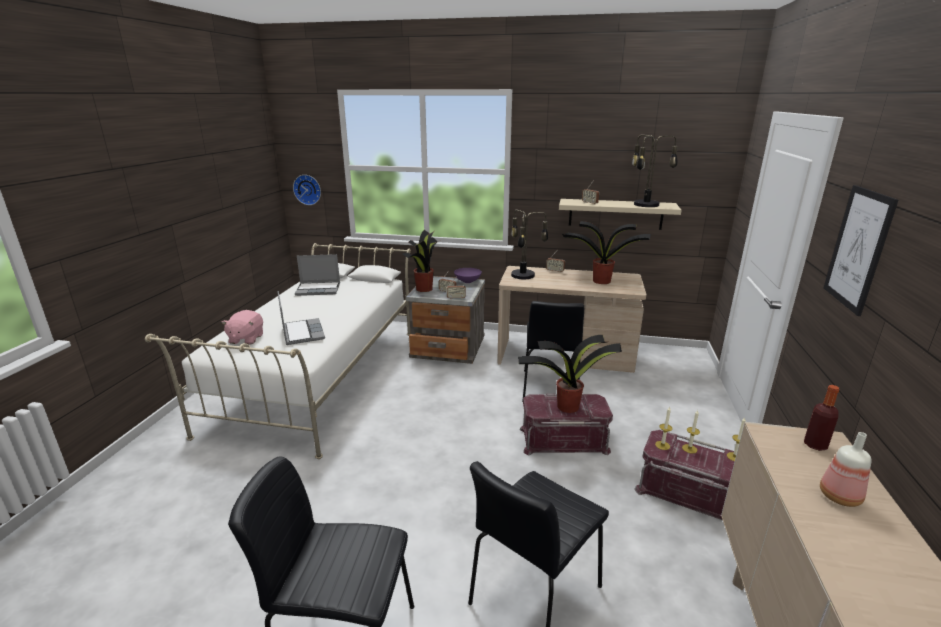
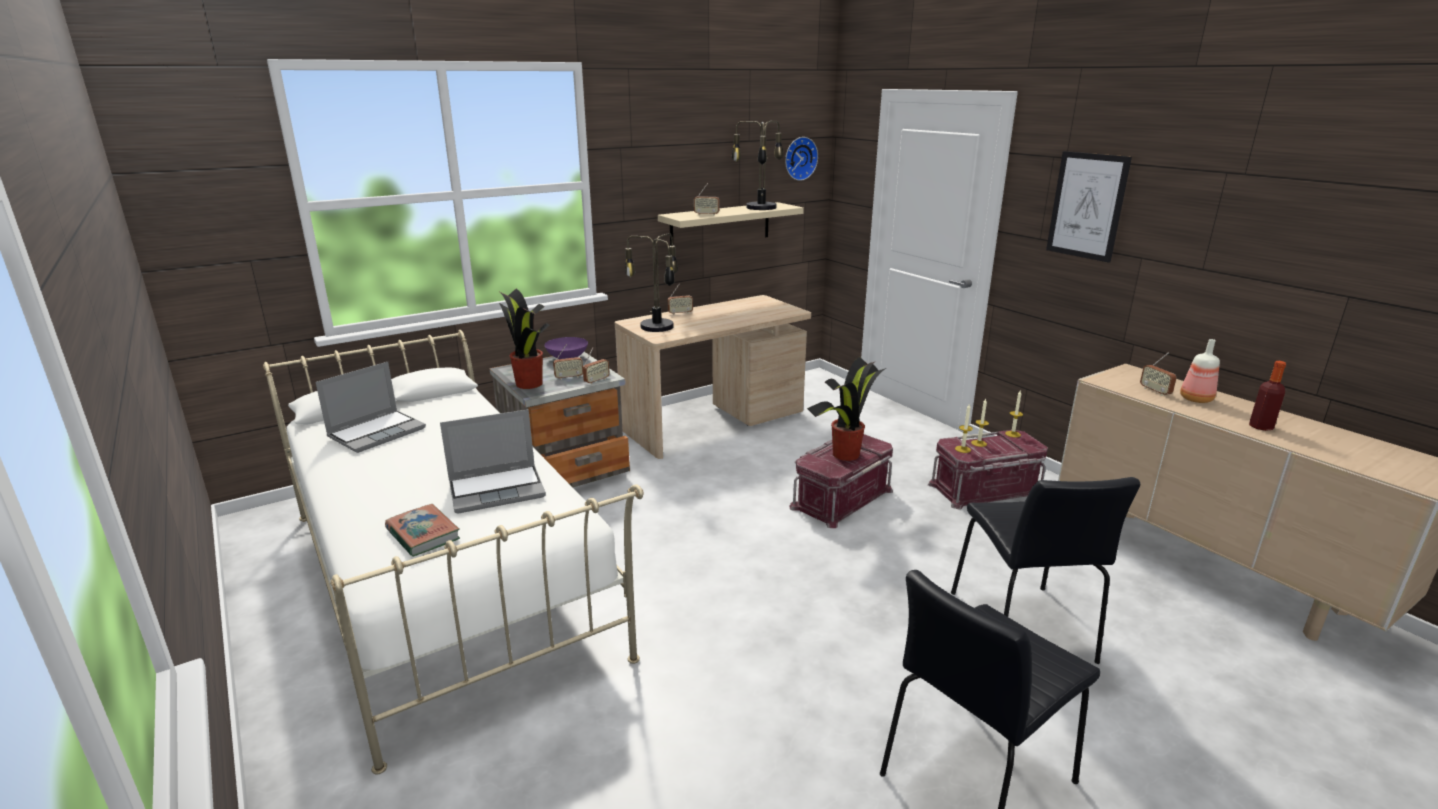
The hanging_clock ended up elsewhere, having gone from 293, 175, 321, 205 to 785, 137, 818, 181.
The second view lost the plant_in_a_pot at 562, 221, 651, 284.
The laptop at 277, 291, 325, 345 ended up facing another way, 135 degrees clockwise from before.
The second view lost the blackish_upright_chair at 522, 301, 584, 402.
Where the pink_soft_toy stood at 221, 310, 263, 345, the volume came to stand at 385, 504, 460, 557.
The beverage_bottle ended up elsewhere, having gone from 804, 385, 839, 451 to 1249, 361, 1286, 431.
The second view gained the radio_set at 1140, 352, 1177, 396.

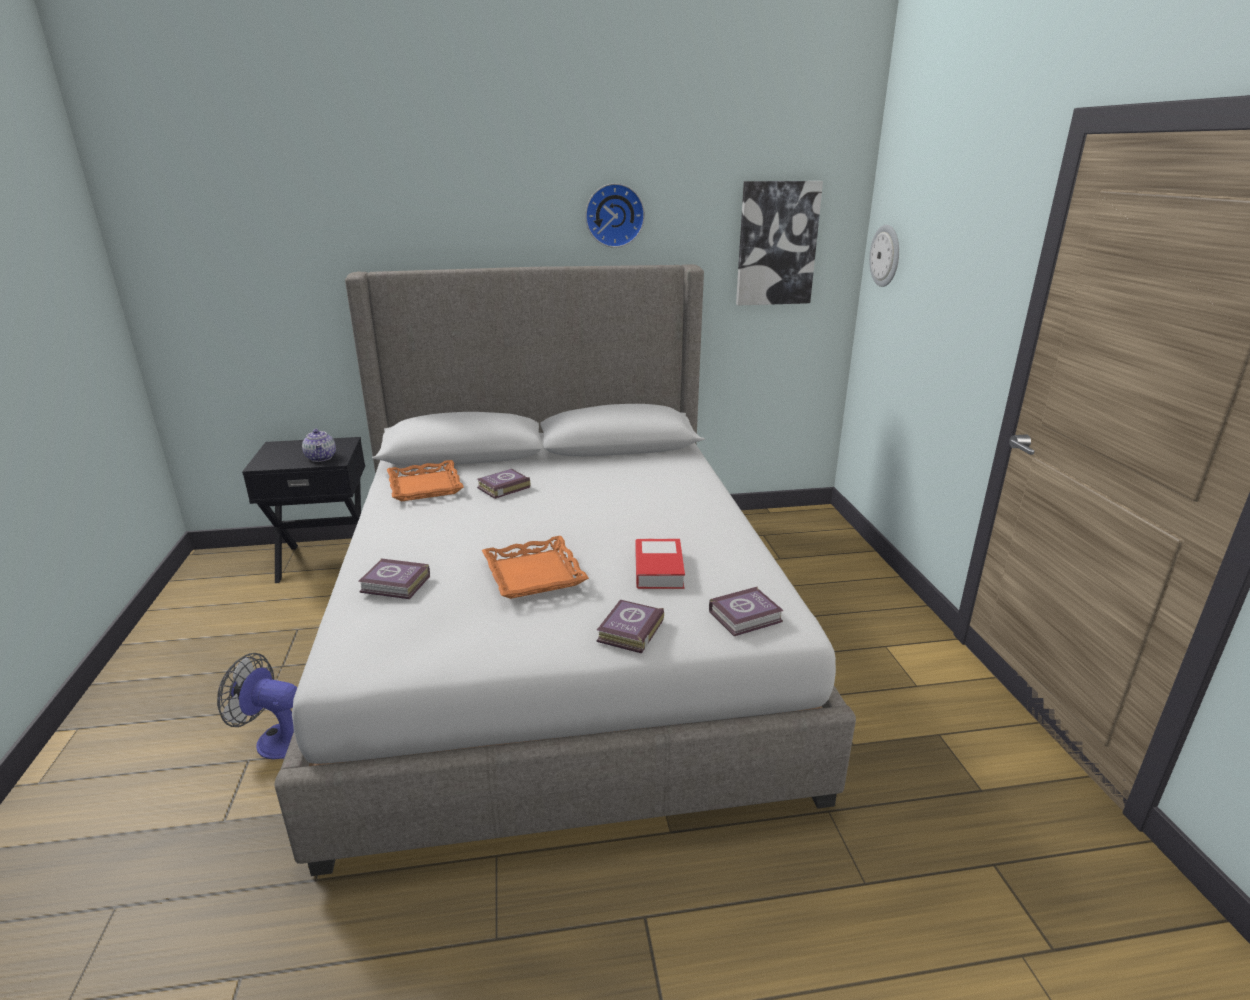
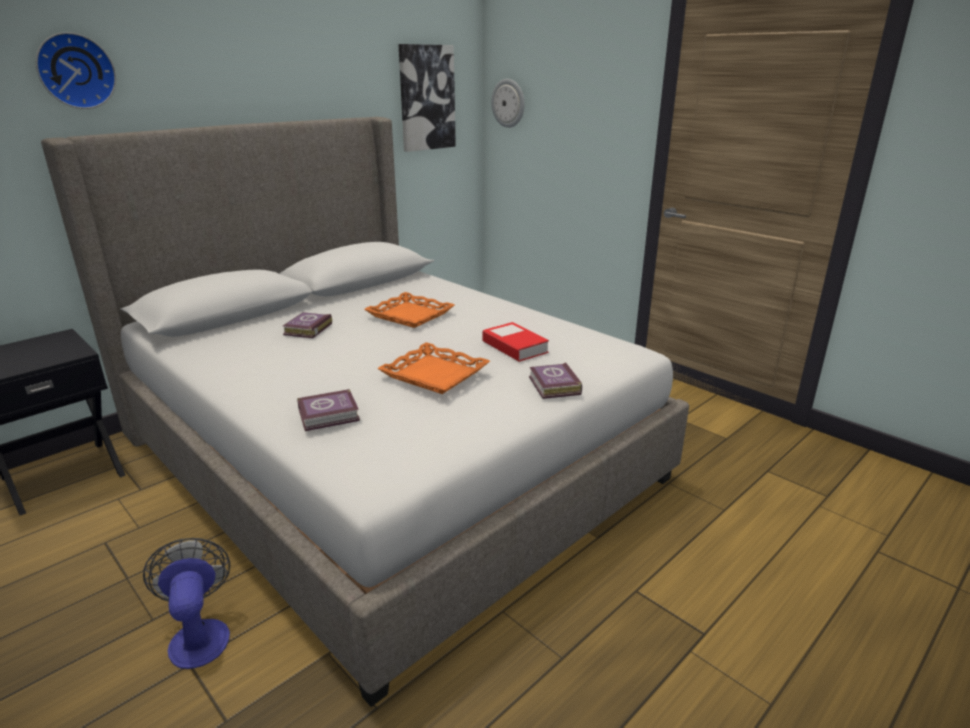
The hanging_clock ended up elsewhere, having gone from 585, 183, 645, 248 to 36, 32, 116, 109.
The second view lost the pot_for_tea at 302, 429, 336, 462.
The orange_tray ended up elsewhere, having gone from 387, 460, 463, 502 to 364, 292, 454, 328.
The second view lost the volume at 709, 587, 784, 636.
The electric_fan at 217, 653, 297, 759 ended up facing another way, 90 degrees clockwise from before.

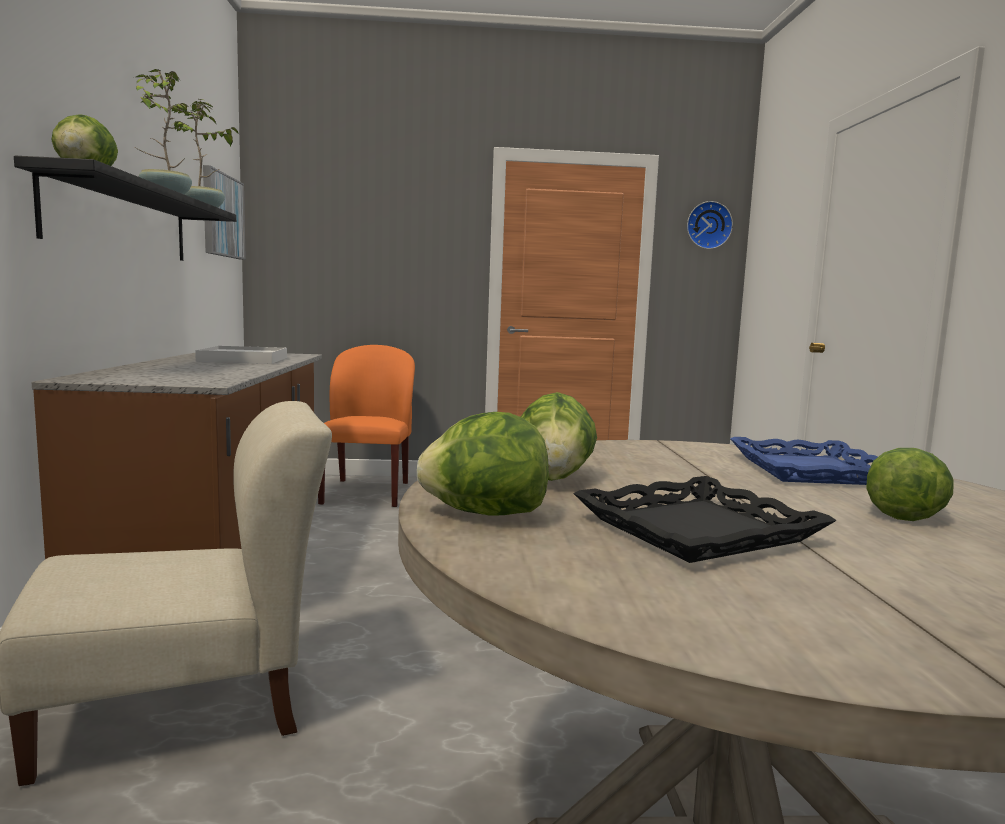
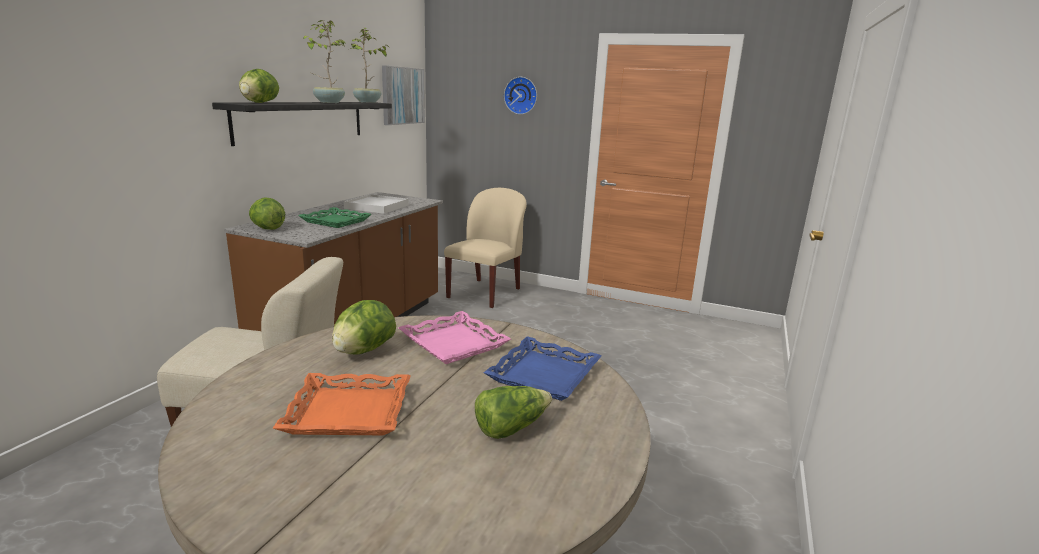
The hanging_clock ended up elsewhere, having gone from 687, 201, 733, 249 to 504, 77, 537, 115.
What was the orange_upright_chair at 318, 345, 415, 507 turned into the beige-coloured_upright_chair at 444, 188, 527, 308.
The lettuce ended up elsewhere, having gone from 417, 412, 549, 516 to 249, 197, 285, 230.
What was the blackish_tray at 573, 476, 837, 563 turned into the orange_tray at 273, 373, 411, 435.
The second view gained the greenish_tray at 298, 207, 372, 228.
The second view gained the pink_tray at 399, 311, 511, 364.

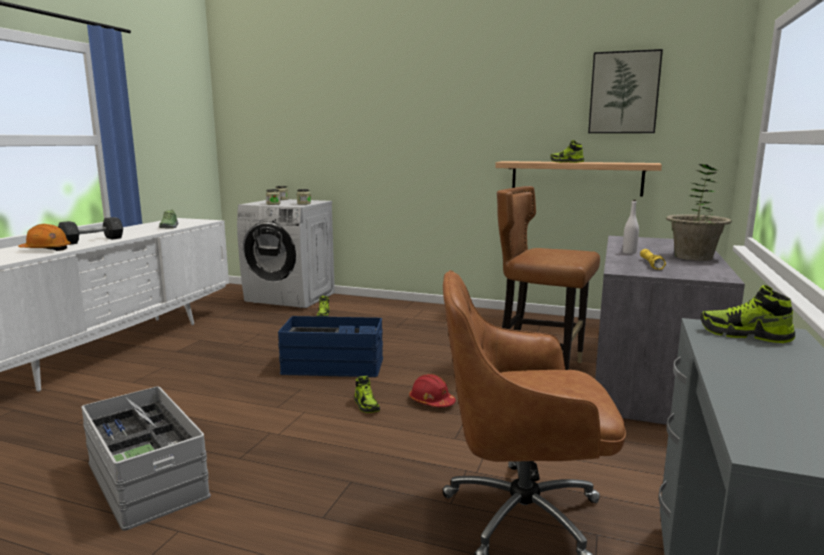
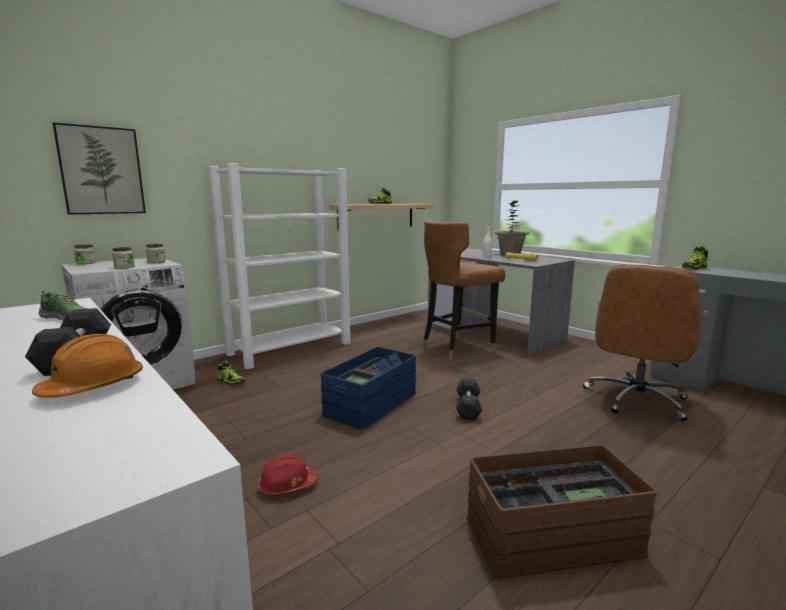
The wall_art ended up elsewhere, having gone from 588, 49, 663, 133 to 53, 122, 146, 215.
The red-coloured_safety_helmet ended up elsewhere, having gone from 409, 374, 456, 407 to 258, 454, 318, 495.
Where the shoe stood at 354, 376, 380, 413, the gray_dumbbell came to stand at 456, 378, 482, 420.
What was the gray_storage_container at 81, 387, 211, 531 turned into the brown_storage_container at 467, 445, 657, 579.
The second view gained the white_shelving_unit at 209, 163, 350, 369.

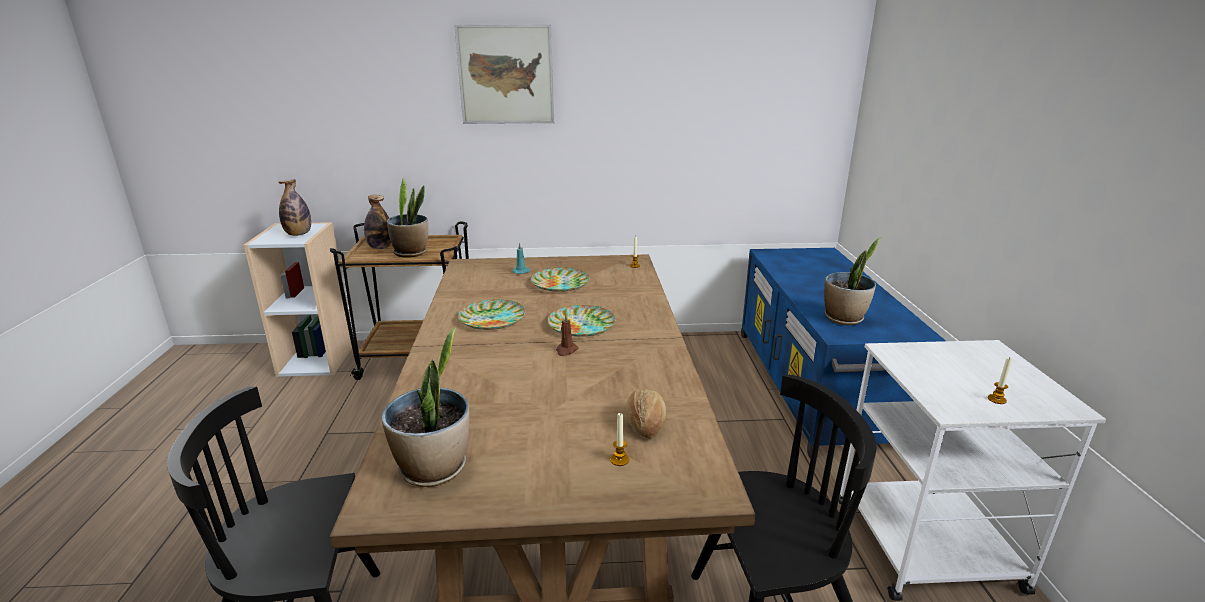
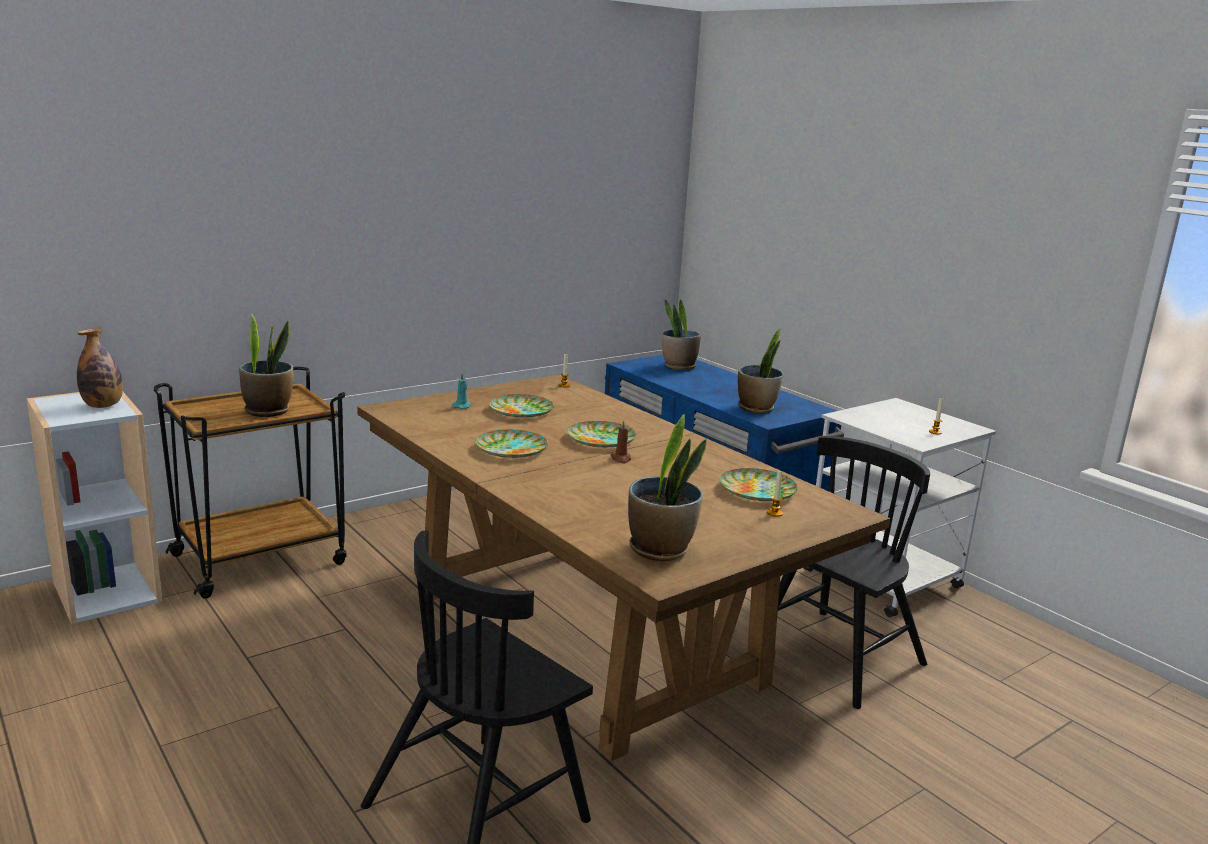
The second view lost the wall_art at 454, 25, 554, 124.
The second view lost the beverage_bottle at 364, 195, 391, 249.
Where the bread stood at 626, 389, 666, 439, the dinner_plate came to stand at 720, 468, 798, 501.
The second view gained the plant_in_a_pot at 662, 299, 701, 370.

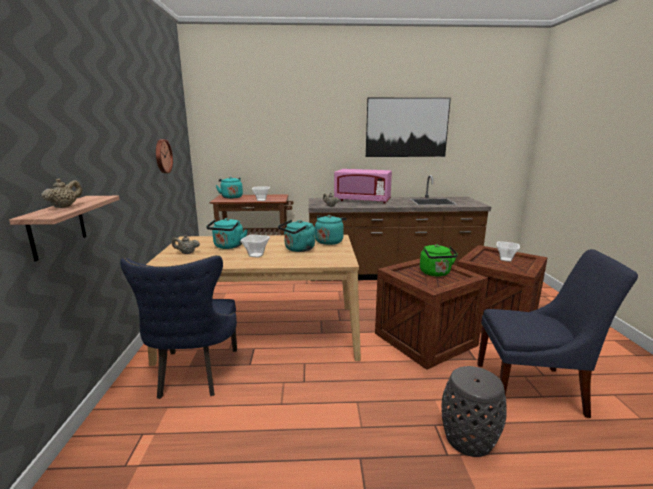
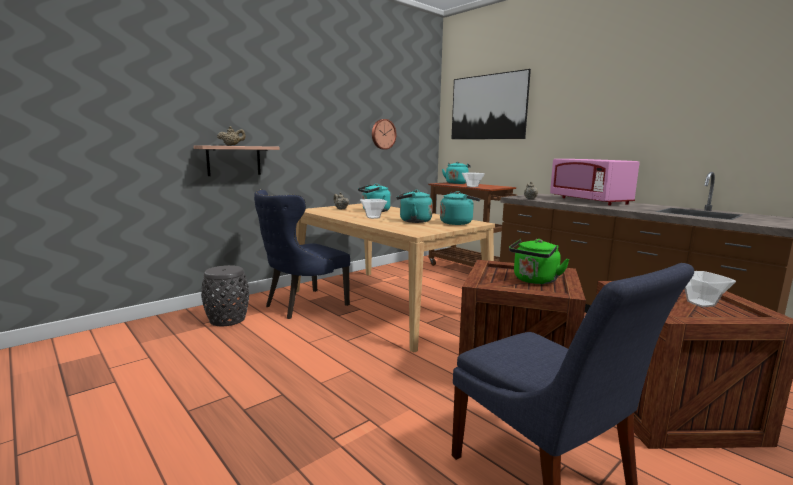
The wall_art ended up elsewhere, having gone from 366, 98, 451, 157 to 451, 69, 531, 139.
The gray_stool ended up elsewhere, having gone from 441, 366, 507, 457 to 201, 265, 249, 326.

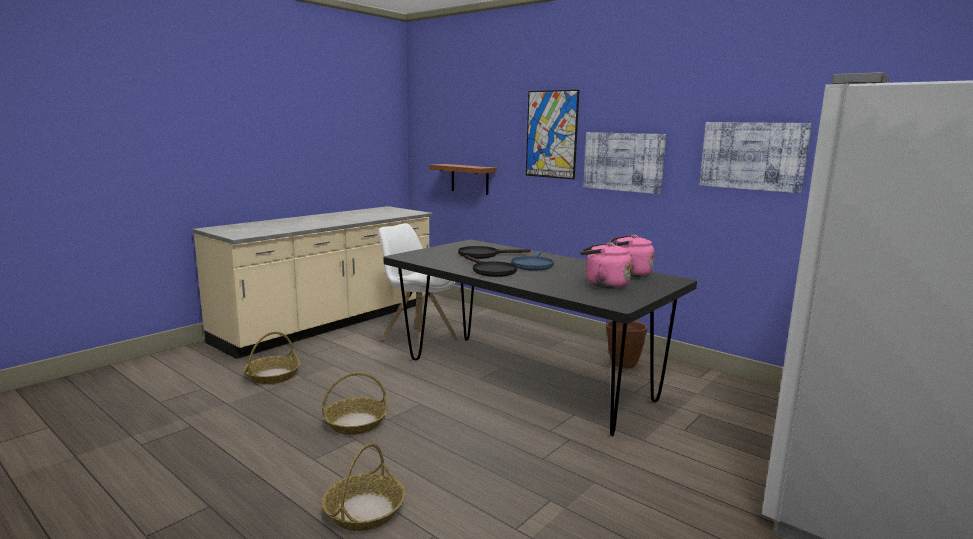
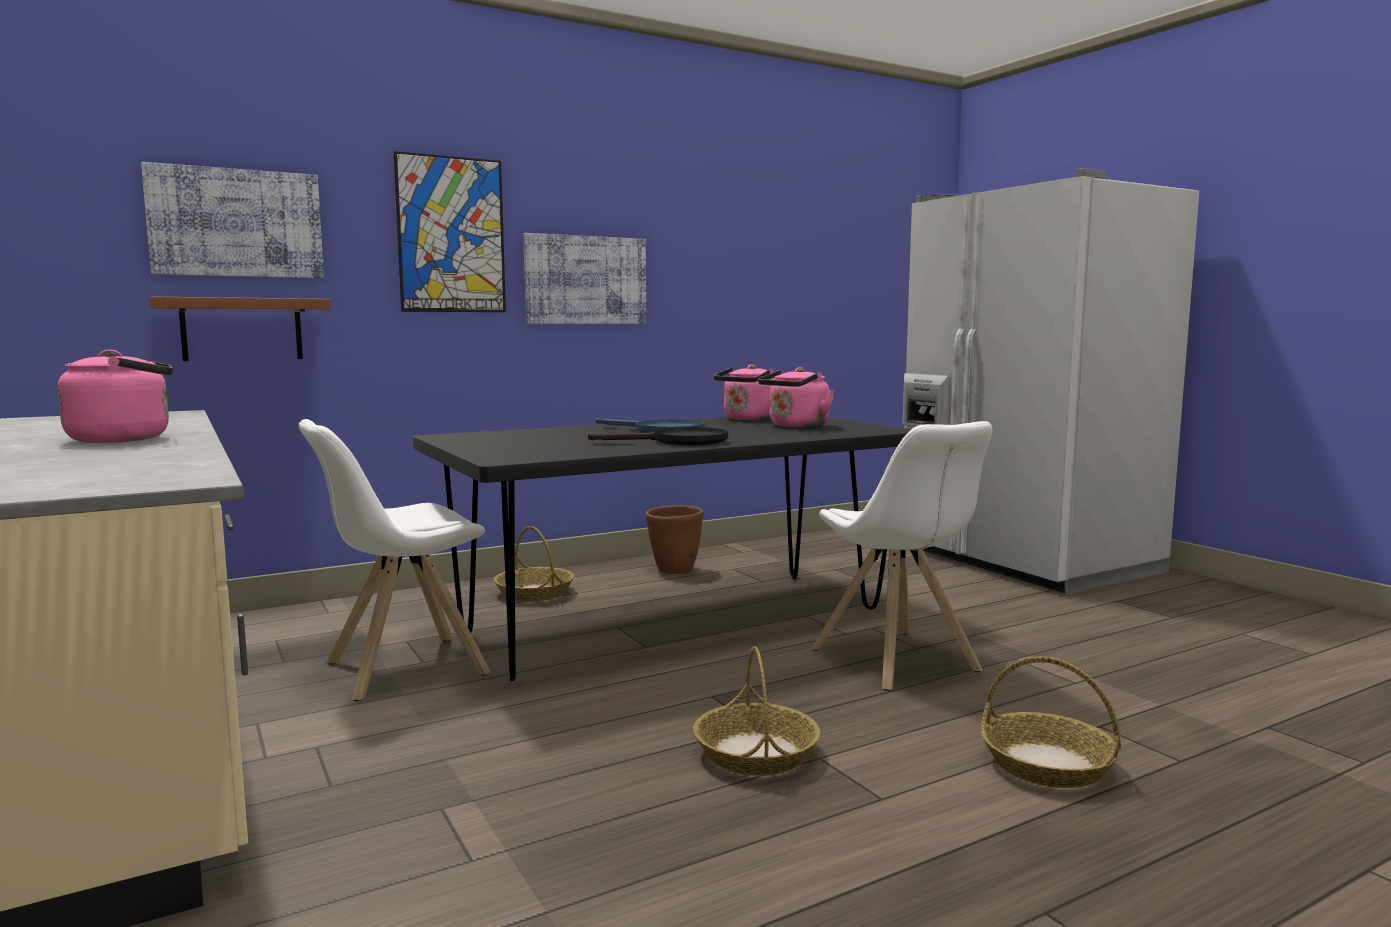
The wall_art ended up elsewhere, having gone from 699, 122, 812, 193 to 141, 162, 324, 278.
The second view lost the blackish_pan at 458, 246, 530, 259.
The basket ended up elsewhere, having gone from 243, 332, 300, 384 to 494, 526, 574, 601.
The second view gained the pink_kettle at 58, 350, 173, 443.
The second view gained the white_upright_chair at 811, 421, 992, 691.

